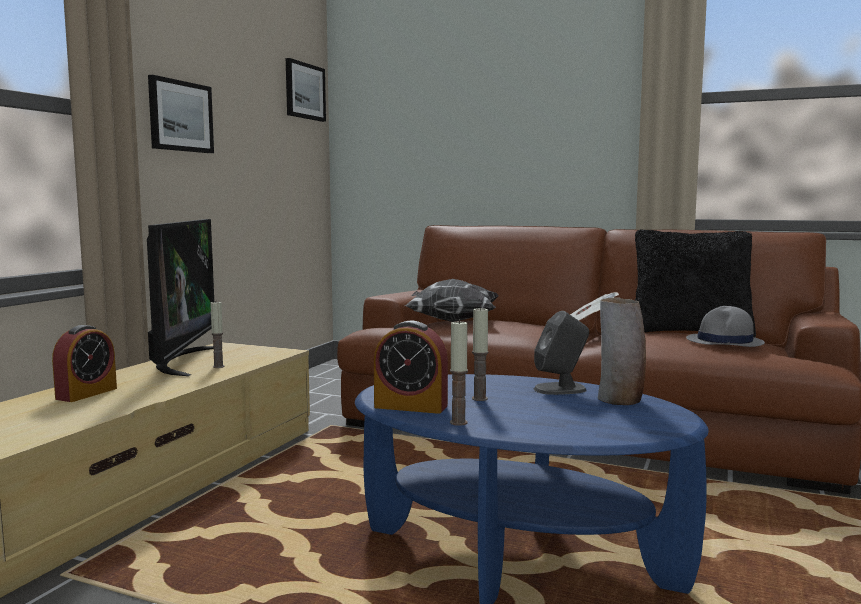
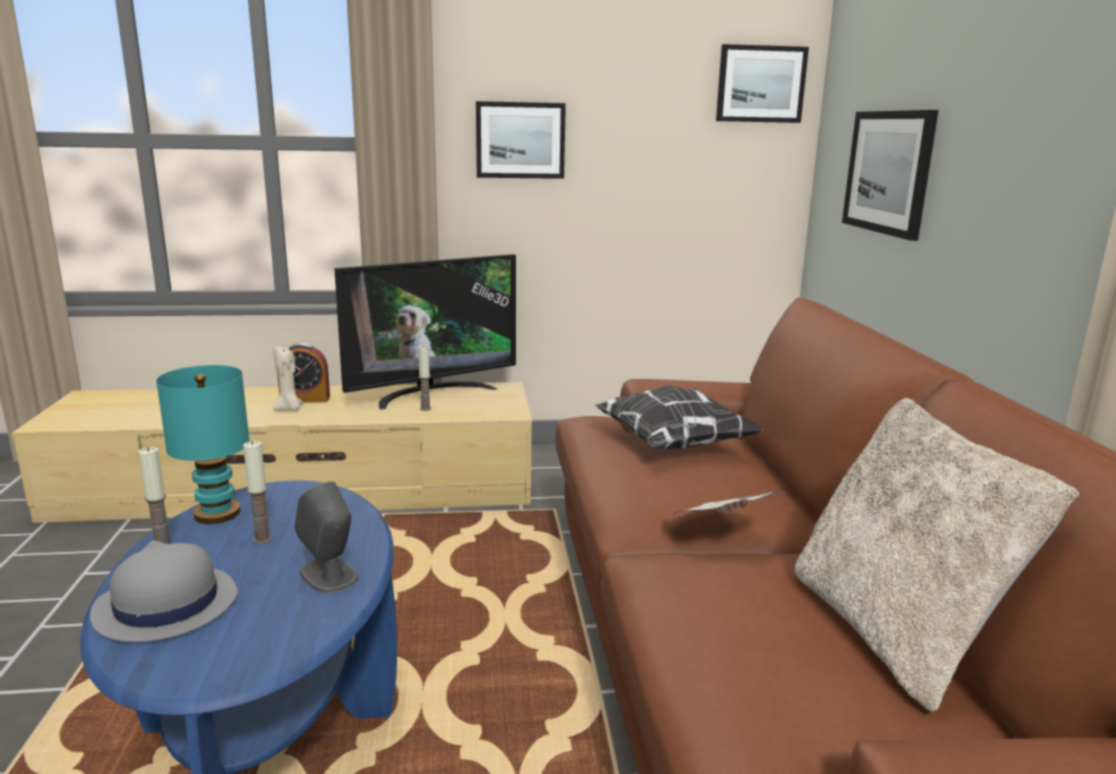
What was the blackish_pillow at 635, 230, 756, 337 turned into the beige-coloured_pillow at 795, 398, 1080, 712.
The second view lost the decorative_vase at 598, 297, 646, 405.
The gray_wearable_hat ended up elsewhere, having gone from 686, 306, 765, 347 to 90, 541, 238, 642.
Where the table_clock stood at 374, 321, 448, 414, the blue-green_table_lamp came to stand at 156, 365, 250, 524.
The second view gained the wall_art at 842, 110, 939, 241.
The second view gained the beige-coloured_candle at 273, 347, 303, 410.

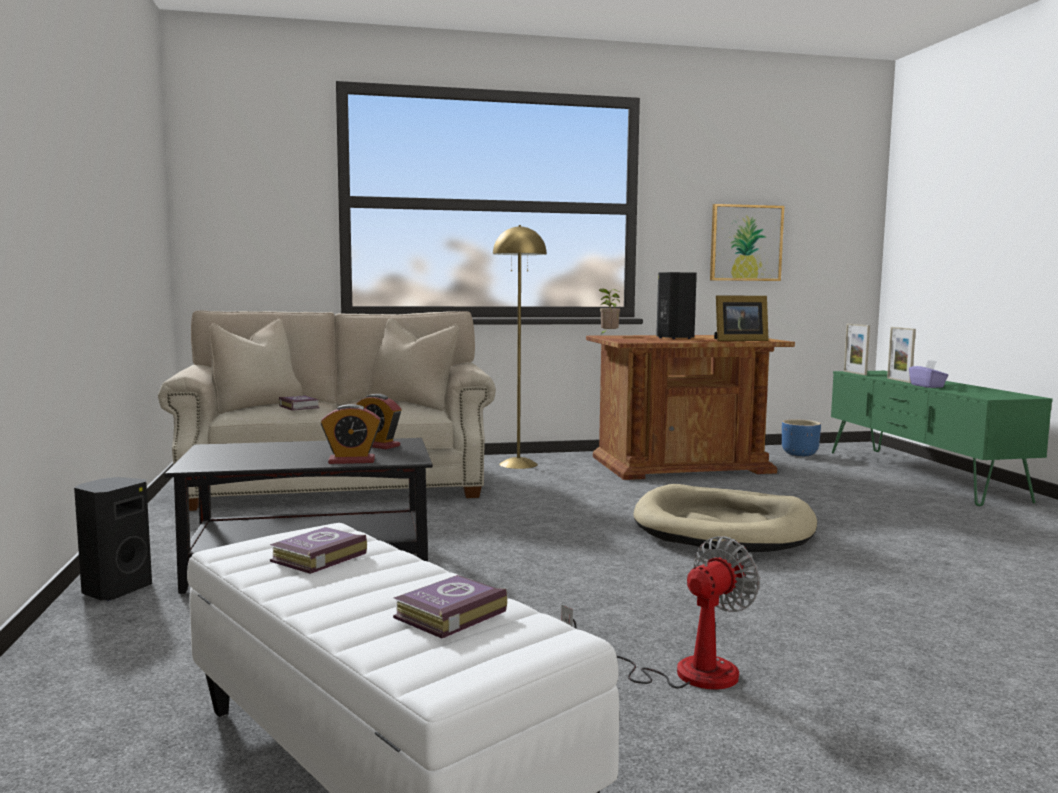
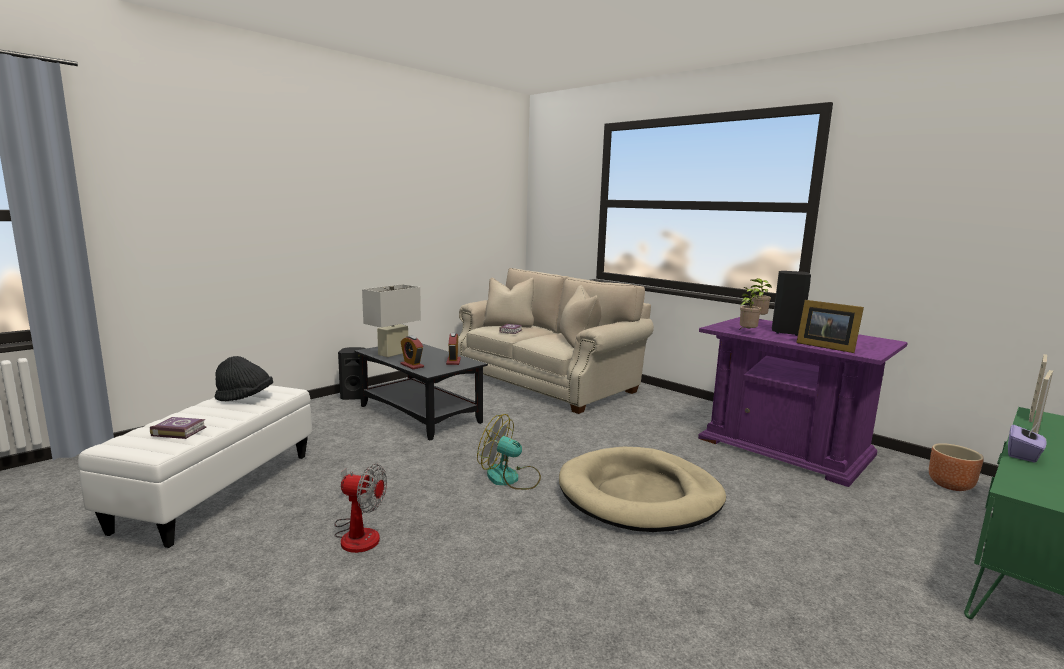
The second view lost the wall_art at 710, 204, 784, 281.
The second view lost the yellowish_floor_lamp at 493, 225, 547, 469.
What was the brown_cabinet at 586, 335, 795, 480 turned into the purple_cabinet at 698, 317, 908, 487.
What was the blue-coloured_planter at 782, 419, 821, 457 turned into the brown_planter at 929, 443, 984, 491.
Where the volume stood at 270, 527, 367, 574, the blackish_wearable_hat came to stand at 215, 356, 273, 401.
The second view gained the white_table_lamp at 362, 284, 421, 357.
The second view gained the plant_in_a_pot at 740, 287, 761, 329.
The second view gained the electric_fan at 477, 414, 541, 490.

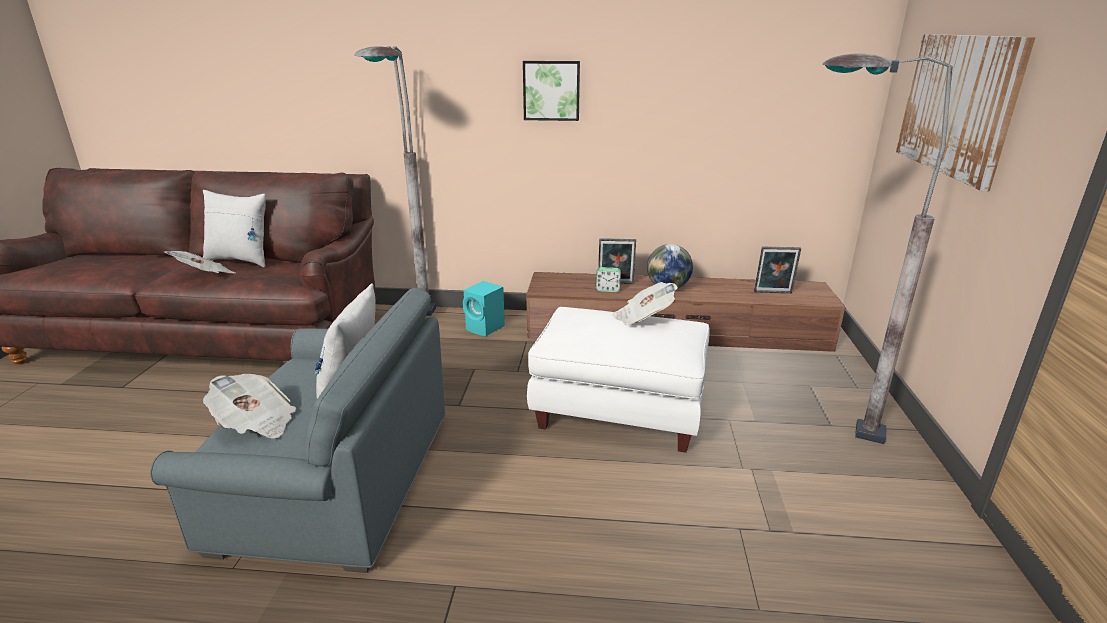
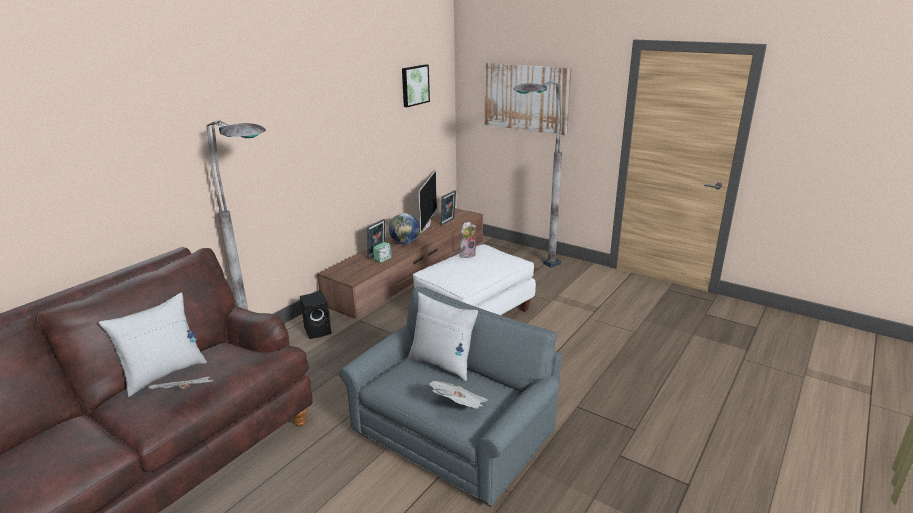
The wall_art ended up elsewhere, having gone from 523, 61, 580, 121 to 402, 64, 430, 107.
What was the blue-green_loudspeaker at 463, 281, 505, 336 turned into the blackish_loudspeaker at 300, 291, 332, 339.
Where the newspaper stood at 612, 282, 678, 326, the soft_toy came to stand at 459, 221, 477, 258.
The second view gained the TV at 419, 170, 437, 233.

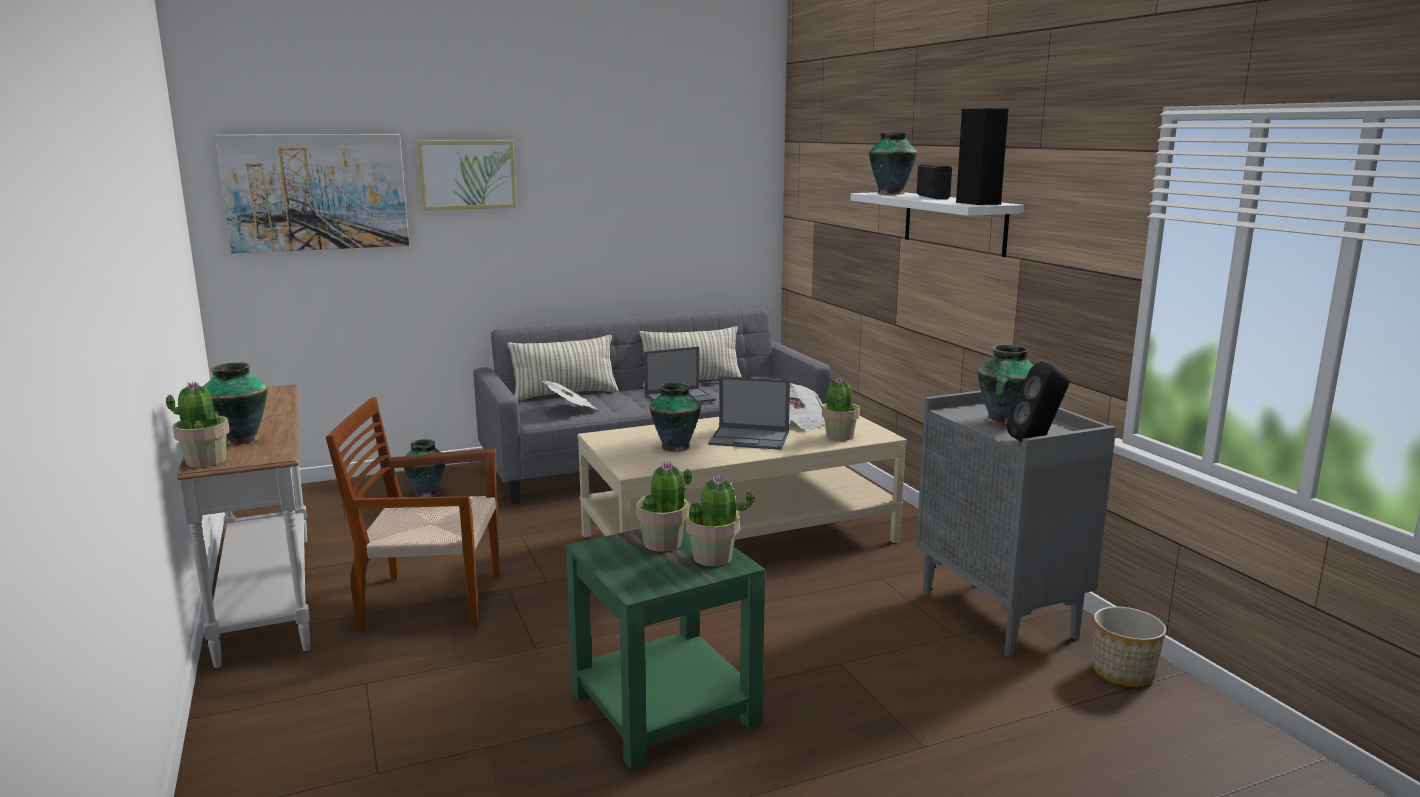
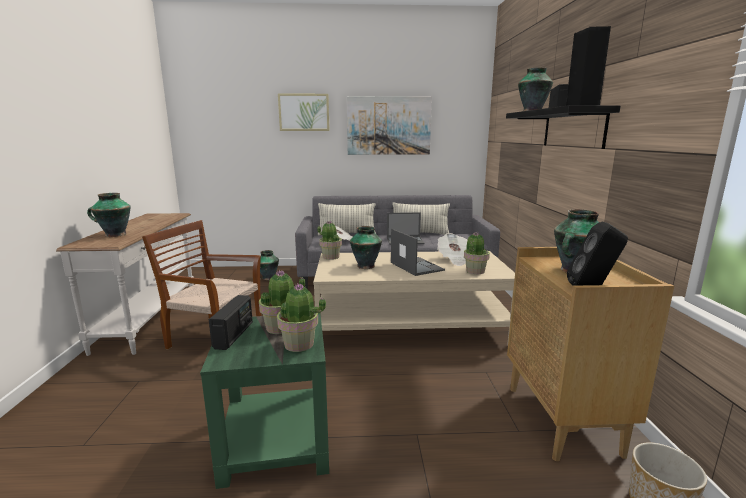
The wall_art ended up elsewhere, having gone from 215, 134, 409, 253 to 347, 96, 432, 155.
What was the white_shelf at 850, 192, 1024, 257 turned into the blackish_shelf at 506, 105, 620, 149.
The laptop at 708, 376, 790, 450 ended up facing another way, 150 degrees counterclockwise from before.
The plant_in_a_pot ended up elsewhere, having gone from 166, 381, 230, 467 to 317, 221, 342, 260.
What was the gray_cabinet at 916, 390, 1116, 656 turned into the brown_cabinet at 507, 247, 674, 461.
The second view gained the radio_set at 209, 295, 253, 350.

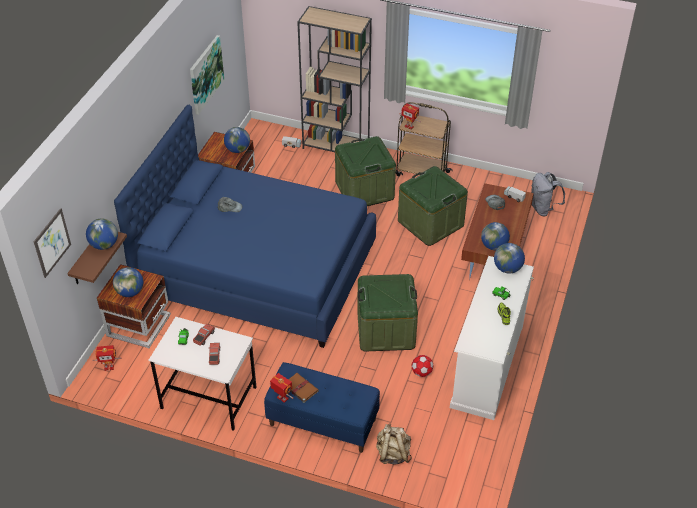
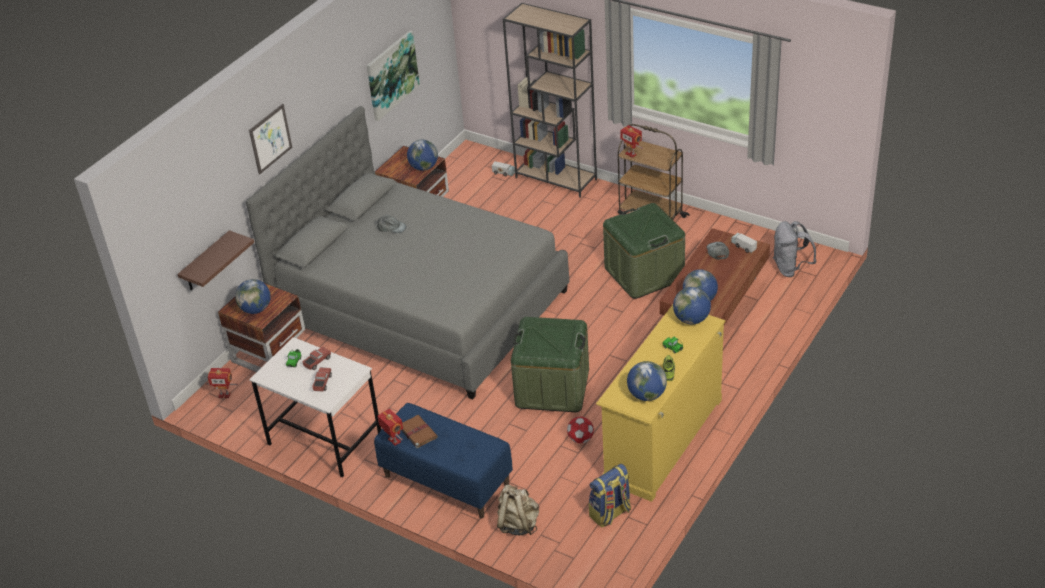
What was the blue-coloured_sleeping_bed at 114, 105, 376, 348 turned into the gray_sleeping_bed at 246, 106, 570, 400.
The second view lost the greenish_storage_container at 335, 136, 396, 206.
The wall_art ended up elsewhere, having gone from 34, 208, 71, 278 to 249, 104, 292, 174.
The world_globe ended up elsewhere, having gone from 86, 218, 118, 250 to 627, 361, 667, 401.
What was the white_cabinet at 450, 256, 534, 420 turned into the yellowish_cabinet at 596, 305, 725, 502.
The second view gained the rucksack at 589, 464, 631, 528.

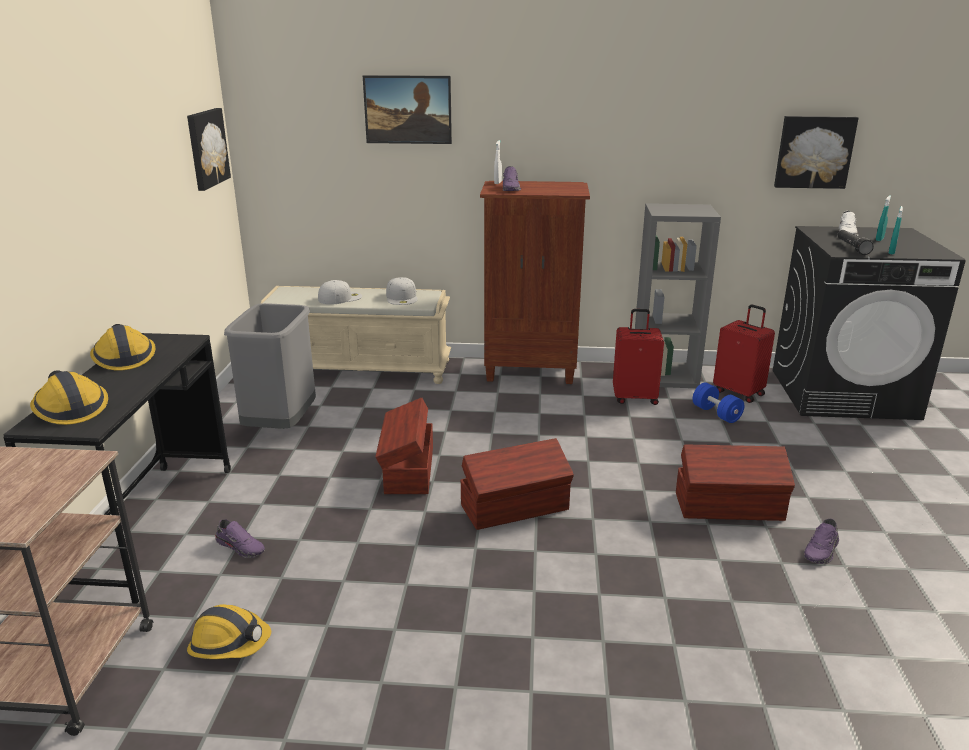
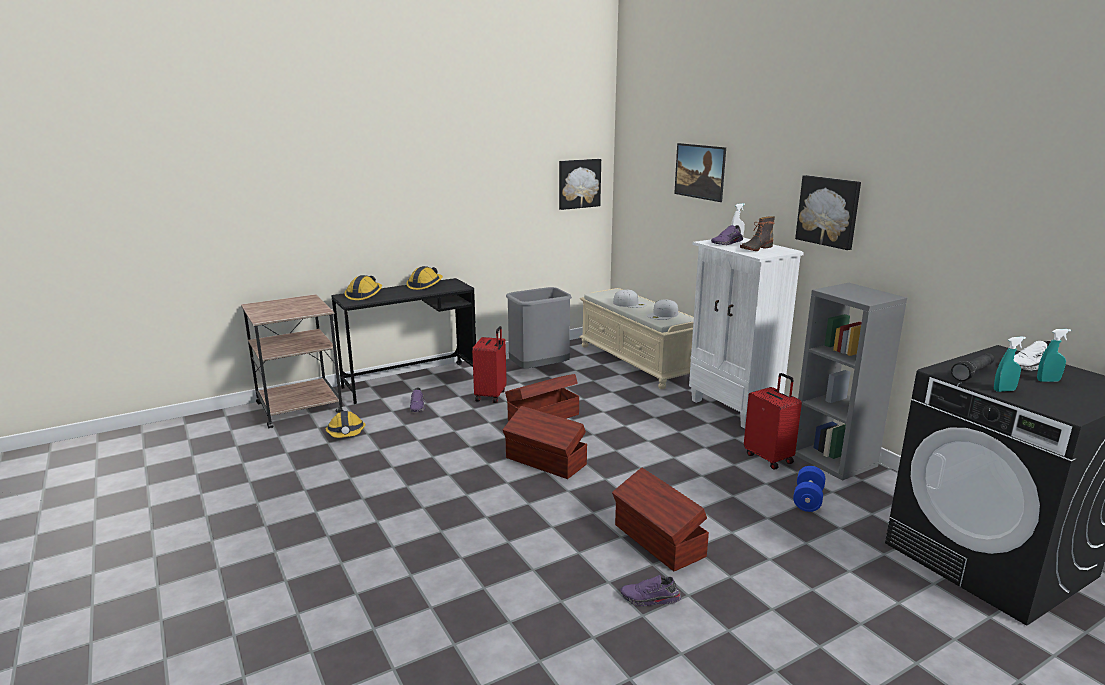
The wall_art ended up elsewhere, having gone from 774, 116, 859, 189 to 795, 175, 861, 250.
What was the brown_cabinet at 480, 181, 590, 384 turned into the white_cabinet at 689, 238, 804, 429.
The red-coloured_piece_of_luggage ended up elsewhere, having gone from 713, 304, 775, 403 to 472, 326, 507, 403.
The second view gained the high-top_boot at 740, 216, 775, 251.

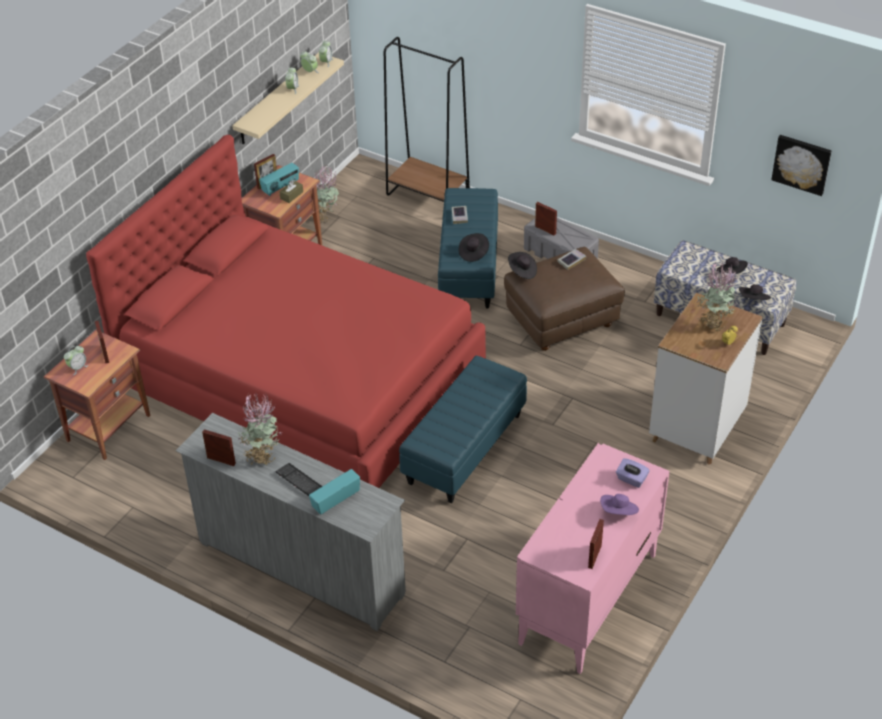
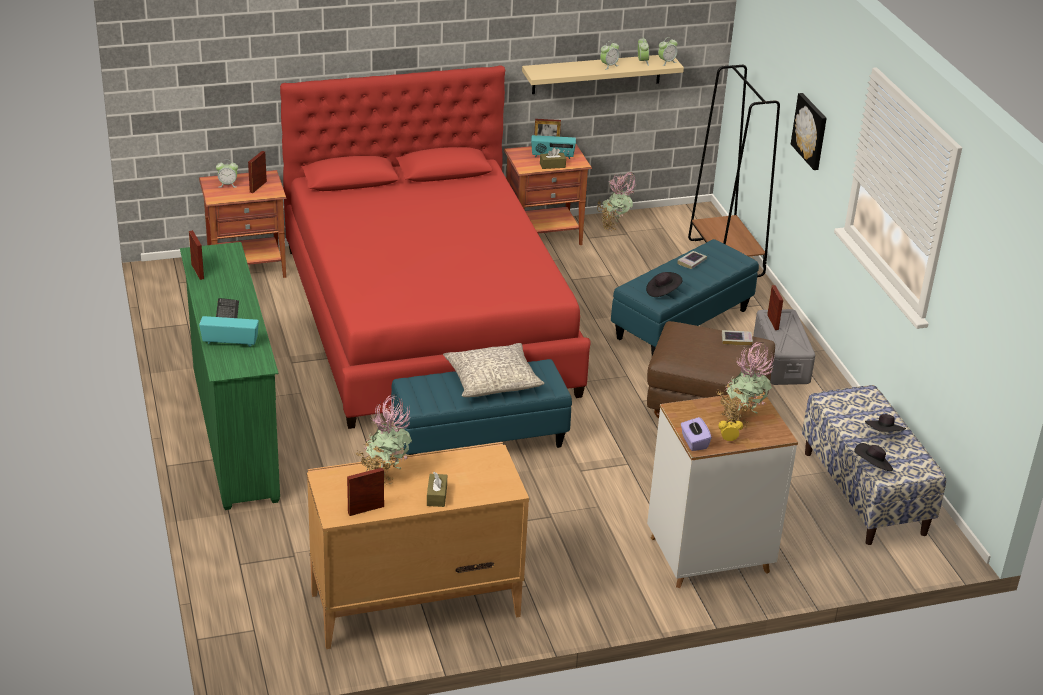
The wall_art ended up elsewhere, having gone from 771, 135, 832, 196 to 791, 93, 827, 170.
The second view lost the blackish_wearable_hat at 508, 252, 537, 279.
The plant_in_a_pot ended up elsewhere, having gone from 238, 393, 281, 464 to 355, 395, 412, 485.
What was the gray_chest_of_drawers at 176, 413, 406, 631 turned into the greenish_chest_of_drawers at 180, 242, 280, 510.
What was the pink_cabinet at 516, 443, 670, 674 turned into the brown_cabinet at 307, 442, 529, 649.
The purple_tissue_holder ended up elsewhere, having gone from 616, 458, 650, 488 to 681, 417, 712, 451.
Where the purple_wearable_hat stood at 600, 494, 639, 515, the brown_tissue_holder came to stand at 427, 472, 447, 507.
The second view gained the gray_pillow at 443, 343, 545, 397.

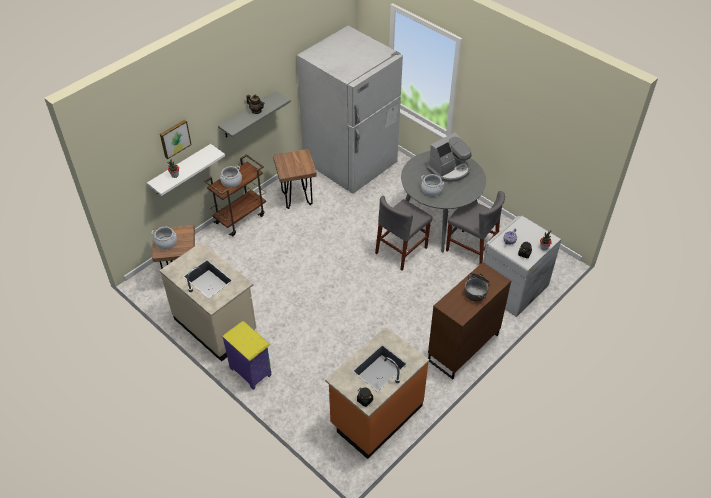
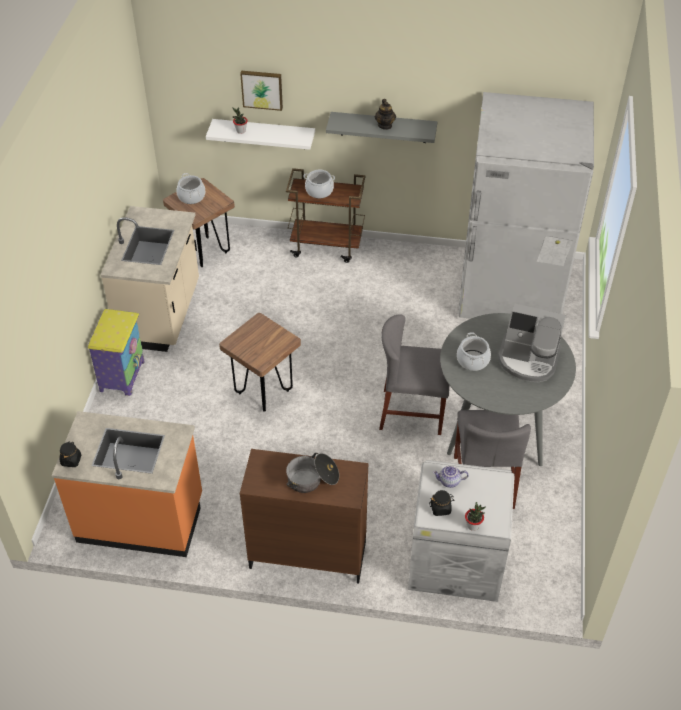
The brown_stool ended up elsewhere, having gone from 273, 149, 317, 209 to 219, 313, 301, 412.

